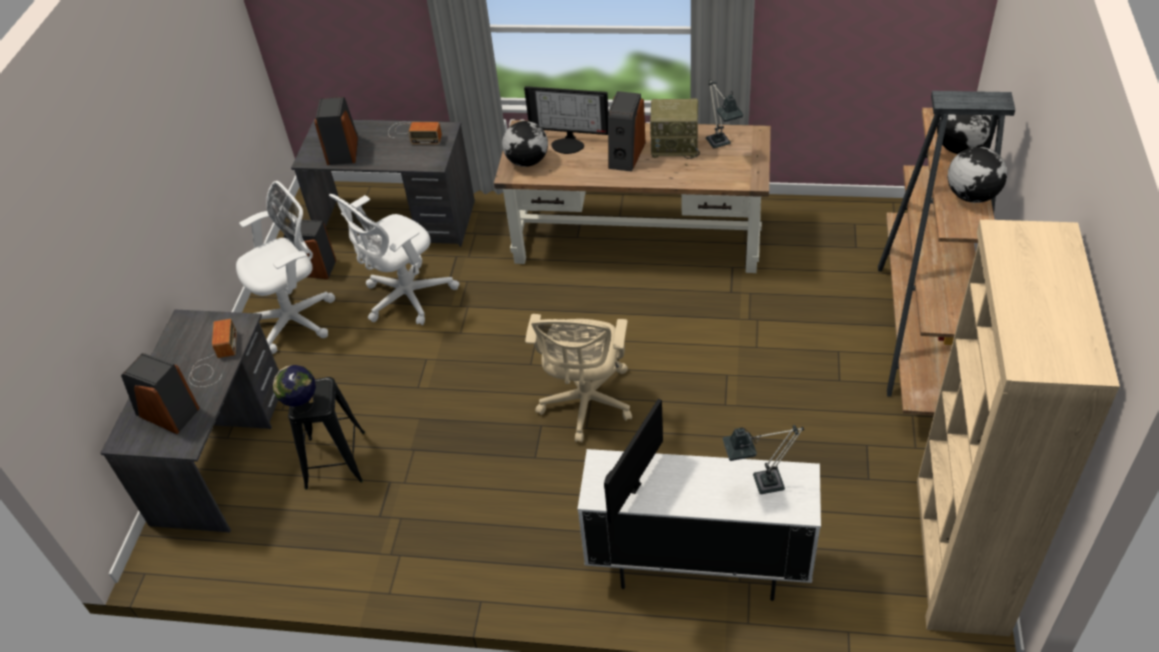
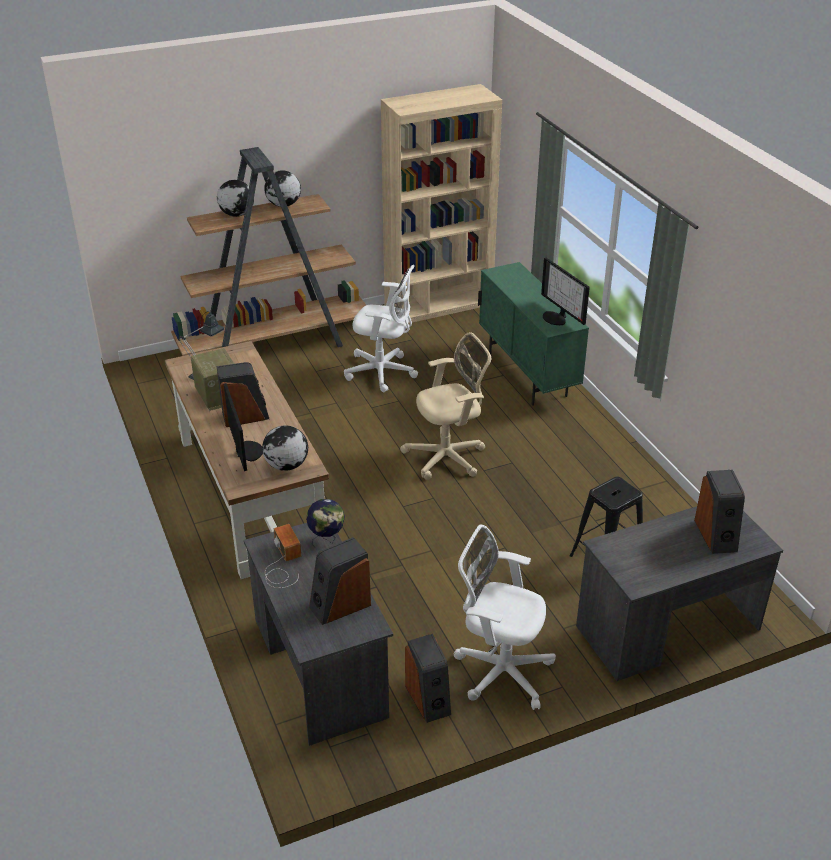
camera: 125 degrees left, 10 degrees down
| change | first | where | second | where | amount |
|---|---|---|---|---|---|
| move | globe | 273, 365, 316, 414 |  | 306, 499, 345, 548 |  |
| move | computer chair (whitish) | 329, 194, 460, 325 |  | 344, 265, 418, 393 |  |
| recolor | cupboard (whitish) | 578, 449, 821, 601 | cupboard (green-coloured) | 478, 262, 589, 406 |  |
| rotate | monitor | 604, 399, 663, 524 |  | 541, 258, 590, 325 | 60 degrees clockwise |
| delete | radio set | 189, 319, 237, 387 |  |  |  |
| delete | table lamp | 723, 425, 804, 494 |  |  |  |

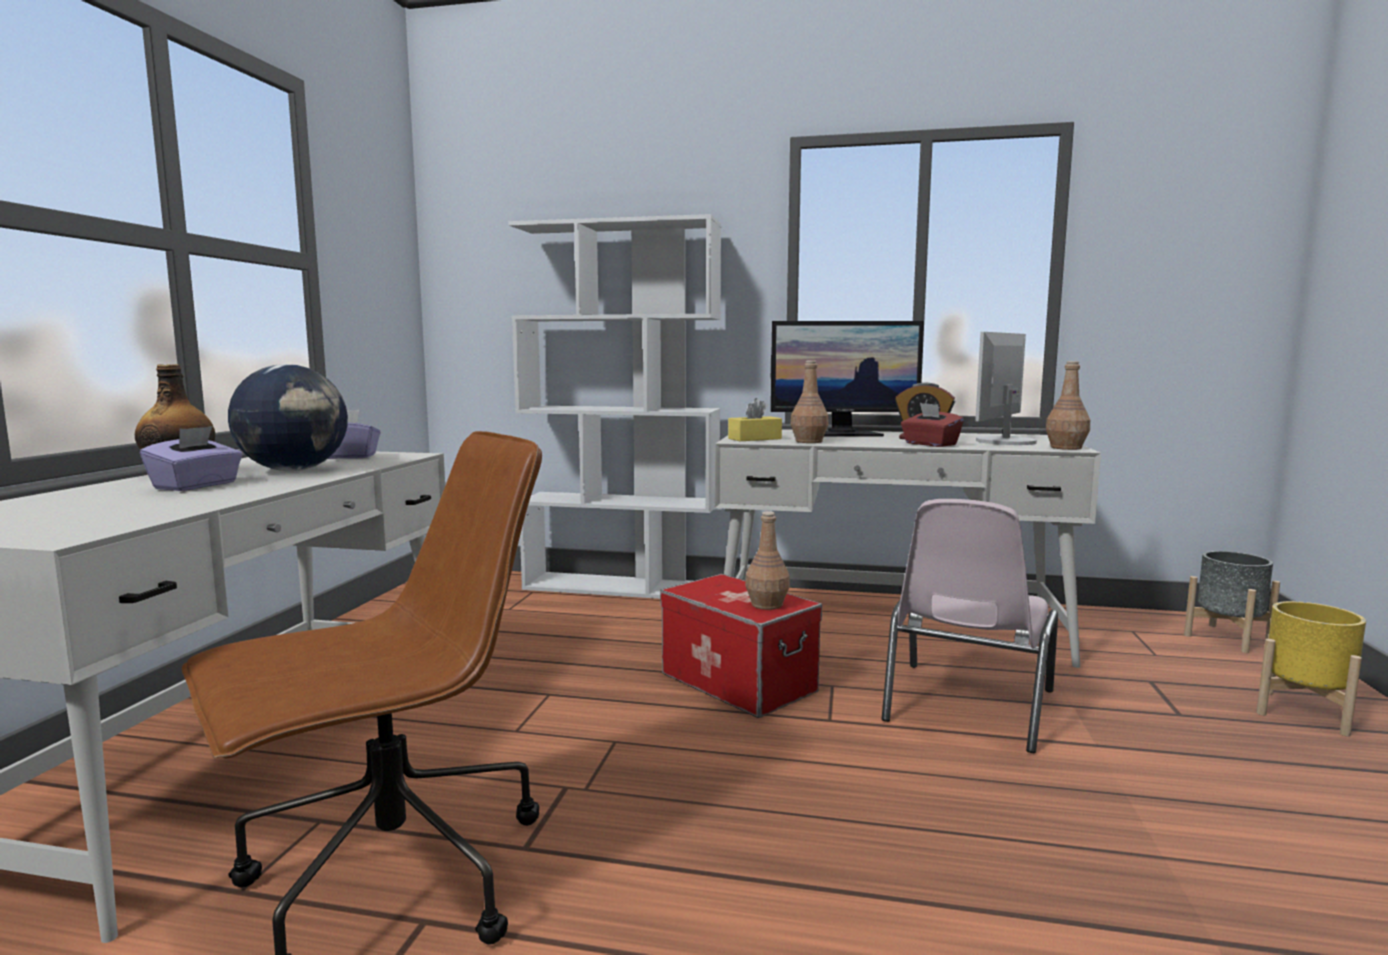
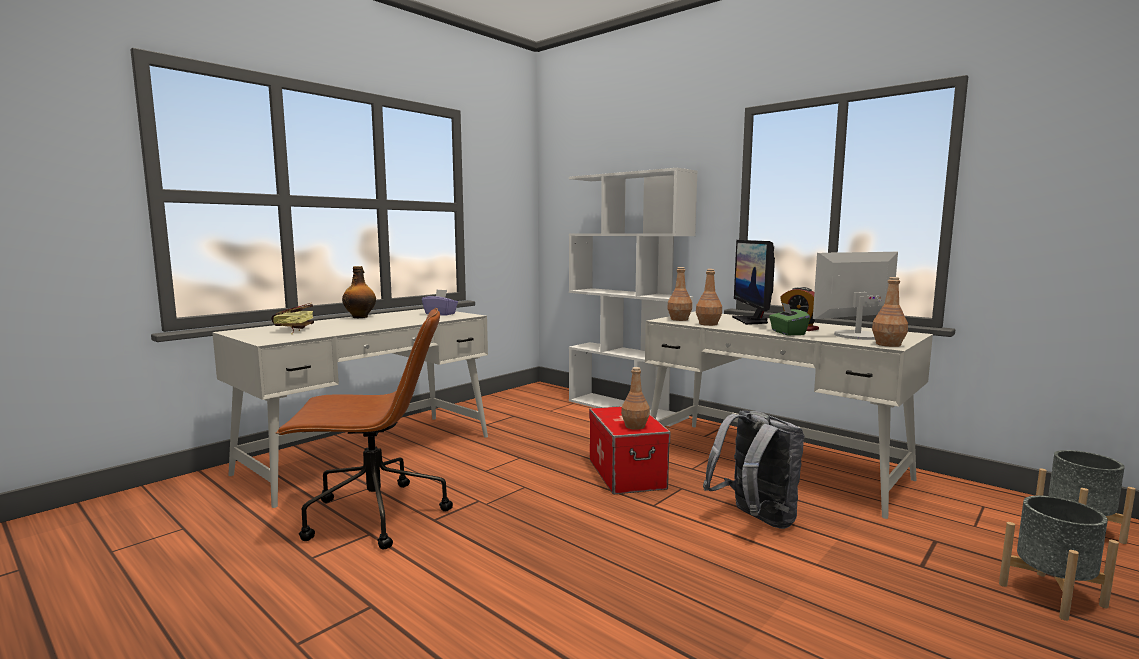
camera: 30 degrees right, 0 degrees up
| change | first | where | second | where | amount |
|---|---|---|---|---|---|
| insert |  |  | volume | 271, 303, 314, 334 |  |
| replace | box of tissues (yellow-coloured) | 728, 398, 782, 441 | drink bottle (brownish) | 667, 267, 692, 321 |  |
| replace | chair (pinkish) | 882, 499, 1058, 753 | rucksack (gray) | 703, 411, 805, 529 |  |
| rotate | monitor | 771, 321, 924, 437 |  | 732, 240, 775, 325 | 60 degrees clockwise |
| recolor | box of tissues (red) | 901, 403, 964, 447 | box of tissues (green-coloured) | 769, 302, 810, 335 |  |
| recolor | flower pot (yellow-coloured) | 1256, 601, 1366, 737 | flower pot (gray) | 999, 496, 1119, 621 |  |
| delete | box of tissues (purple) | 140, 426, 243, 491 |  |  |  |
| delete | globe | 228, 364, 348, 471 |  |  |  |

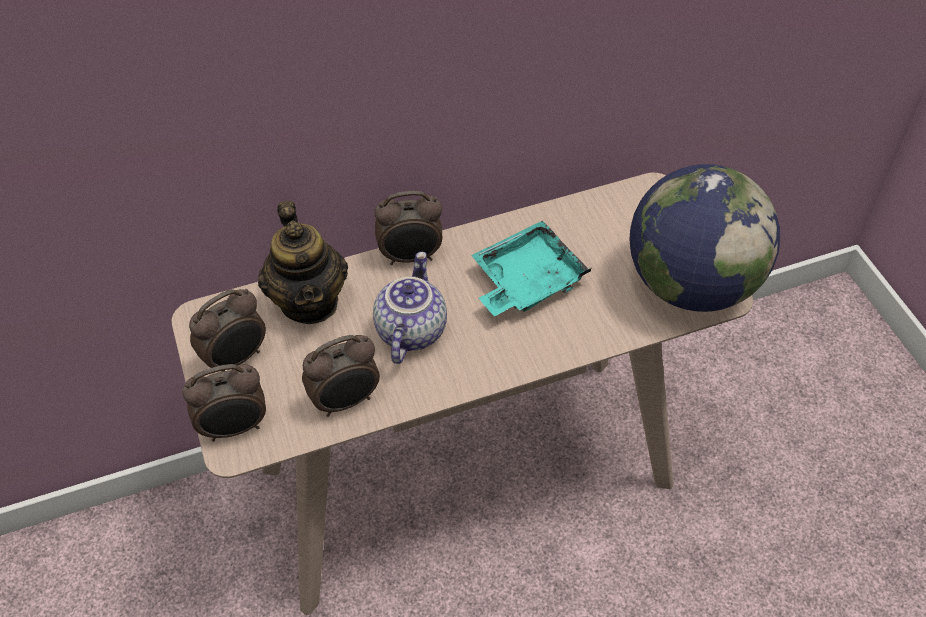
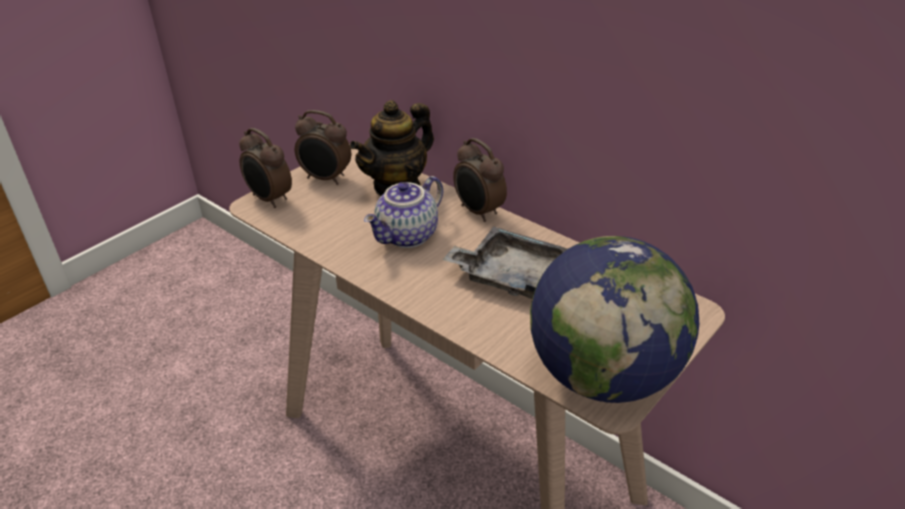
camera: 60 degrees right, 15 degrees down
| change | first | where | second | where | amount |
|---|---|---|---|---|---|
| rotate | teapot | 373, 252, 447, 364 |  | 364, 176, 443, 248 | 150 degrees clockwise |
| recolor | carrying tray (blue-green) | 471, 220, 591, 316 | carrying tray (gray) | 442, 226, 568, 299 |  |
| delete | table clock | 302, 335, 380, 417 |  |  |  |

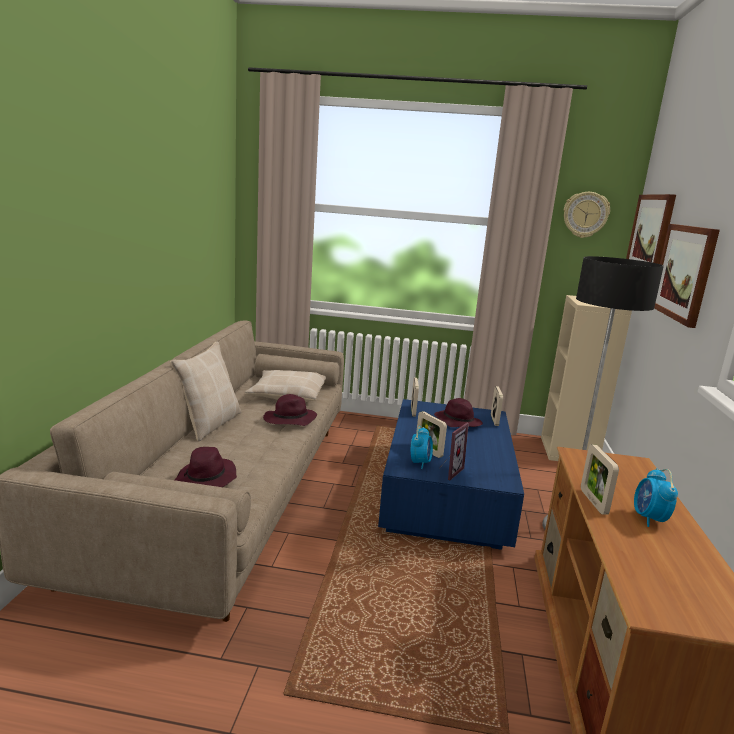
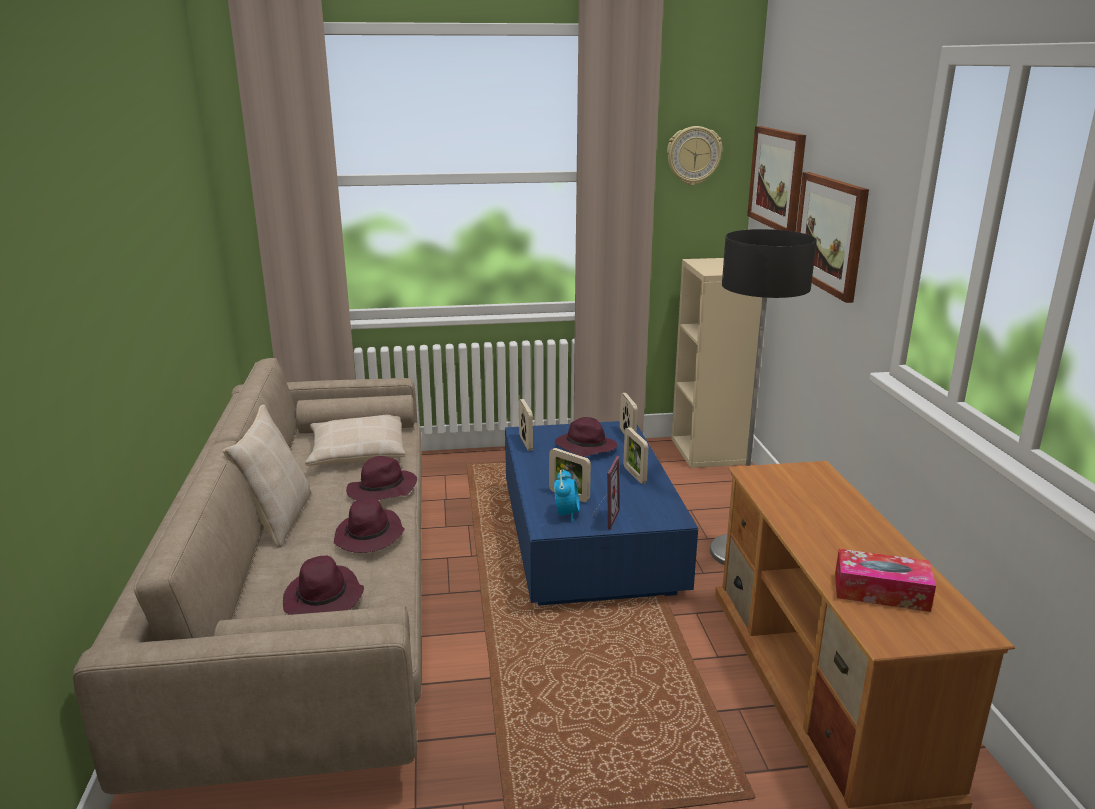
camera: 15 degrees left, 5 degrees up
| change | first | where | second | where | amount |
|---|---|---|---|---|---|
| insert |  |  | clothing hat (purple) | 334, 498, 405, 553 |  |
| move | photo frame | 581, 444, 619, 515 |  | 624, 427, 649, 484 |  |
| insert |  |  | box of tissues | 835, 549, 936, 612 |  |
| delete | table clock | 634, 468, 678, 527 |  |  |  |

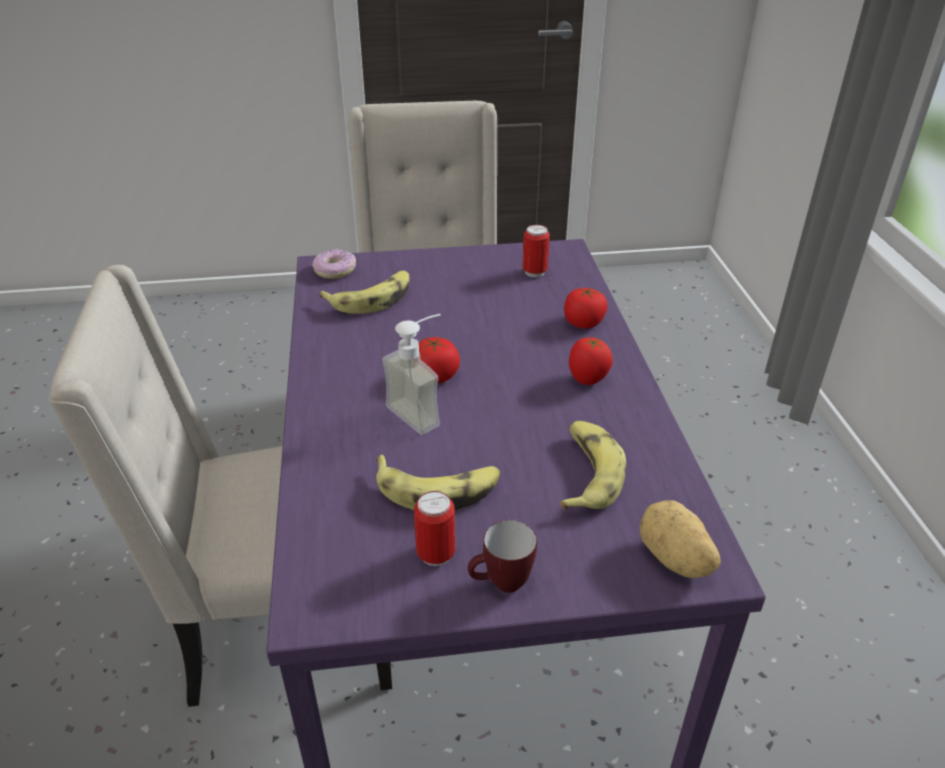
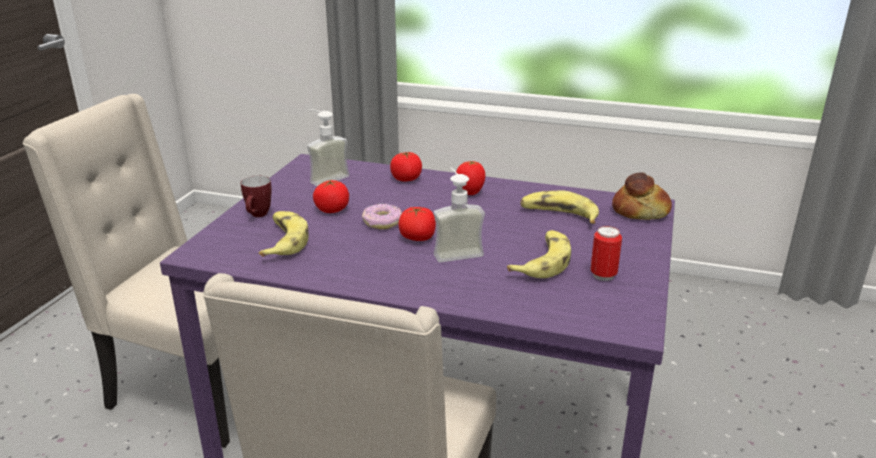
camera: 65 degrees left, 10 degrees down
| change | first | where | second | where | amount |
|---|---|---|---|---|---|
| move | coffee mug | 468, 520, 537, 593 |  | 241, 176, 272, 217 |  |
| replace | sealed can | 522, 225, 550, 277 | liquid soap bottle | 307, 109, 349, 186 |  |
| insert |  |  | tomato | 313, 179, 349, 213 |  |
| move | ring doughnut | 312, 249, 356, 279 |  | 362, 203, 402, 229 |  |
| replace | potato | 640, 500, 721, 578 | bakery bread | 612, 172, 672, 220 |  |

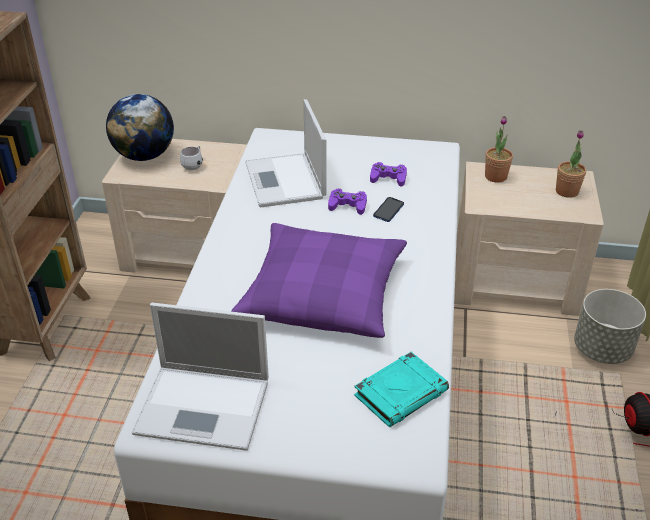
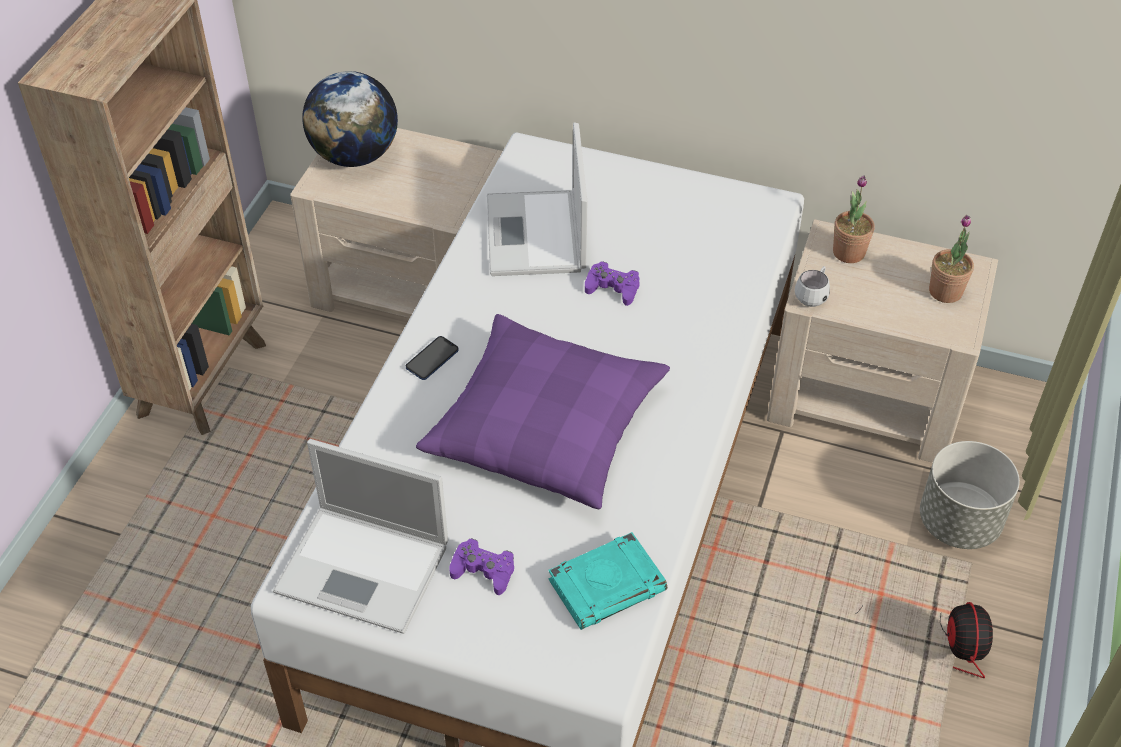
camera: 10 degrees right, 10 degrees up
| change | first | where | second | where | amount |
|---|---|---|---|---|---|
| move | handset | 373, 197, 404, 222 |  | 406, 336, 459, 380 |  |
| move | game controller (purple) | 370, 162, 407, 187 |  | 449, 538, 514, 595 |  |
| move | coffee mug (whitish) | 180, 146, 203, 170 |  | 795, 266, 830, 307 |  |

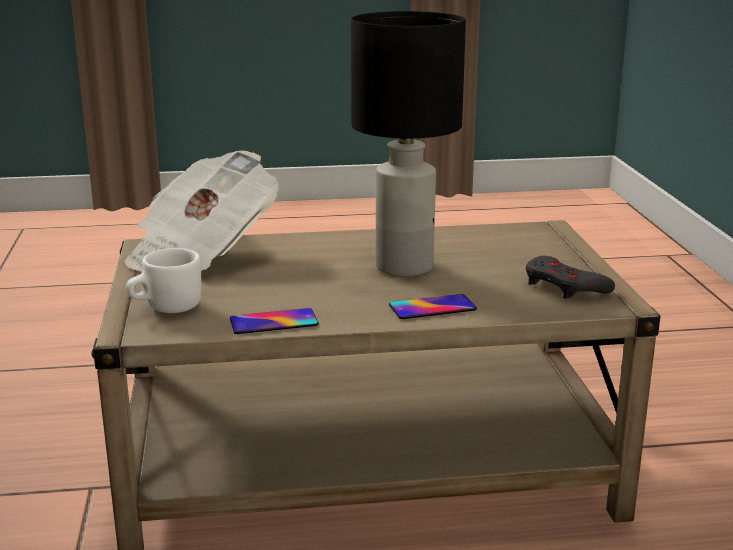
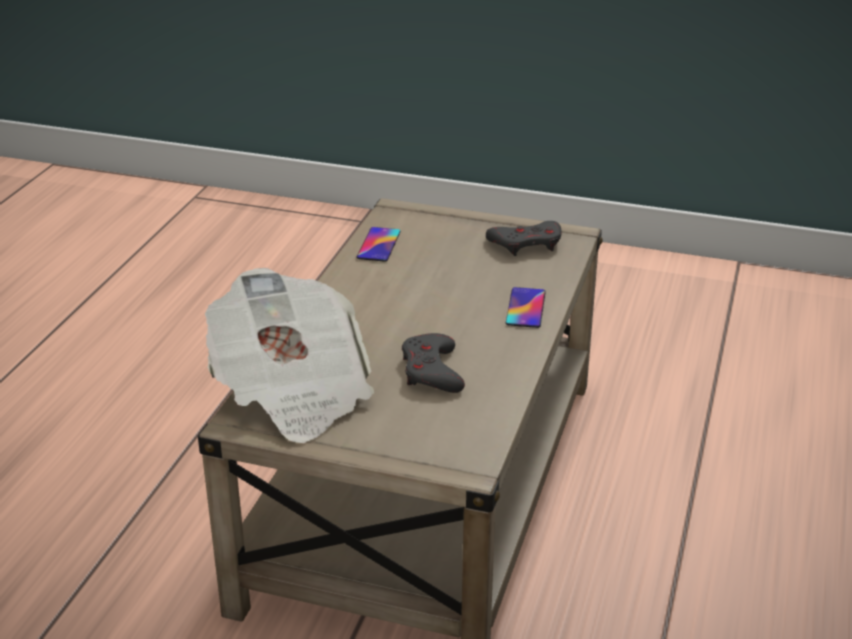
camera: 65 degrees left, 10 degrees up
| change | first | where | second | where | amount |
|---|---|---|---|---|---|
| move | handset | 230, 308, 319, 334 |  | 356, 227, 401, 262 |  |
| insert |  |  | game controller (gray) | 402, 333, 465, 393 |  |
| delete | coffee mug (whitish) | 126, 248, 201, 313 |  |  |  |
| delete | table lamp (black-coloured) | 351, 11, 466, 276 |  |  |  |

